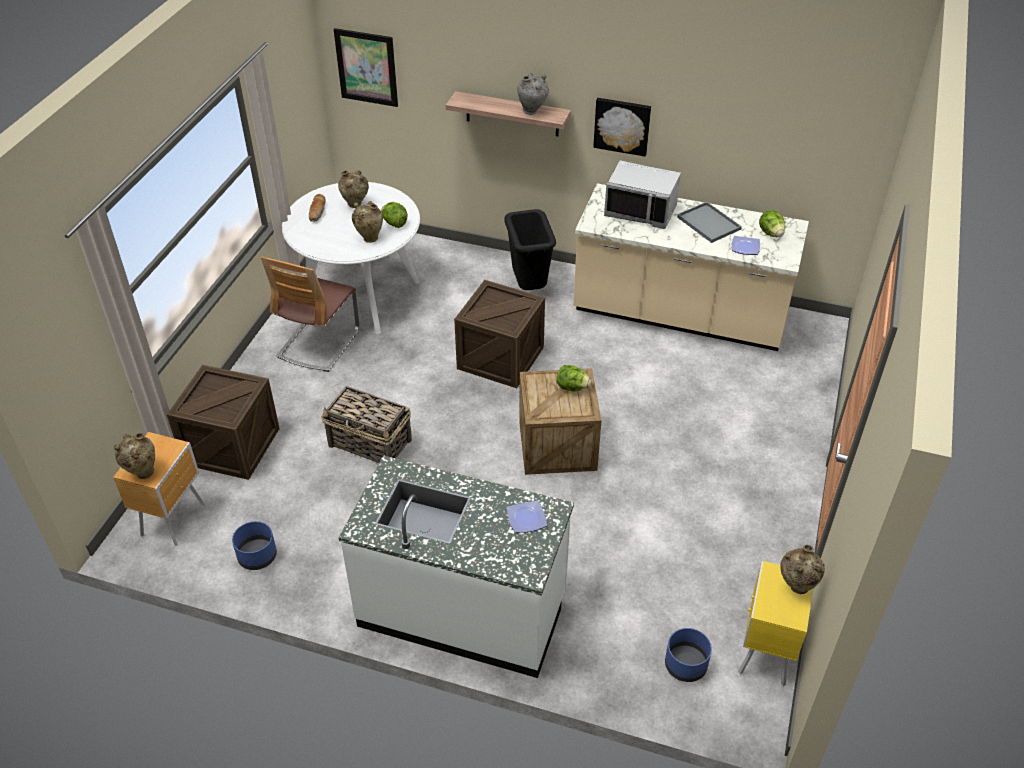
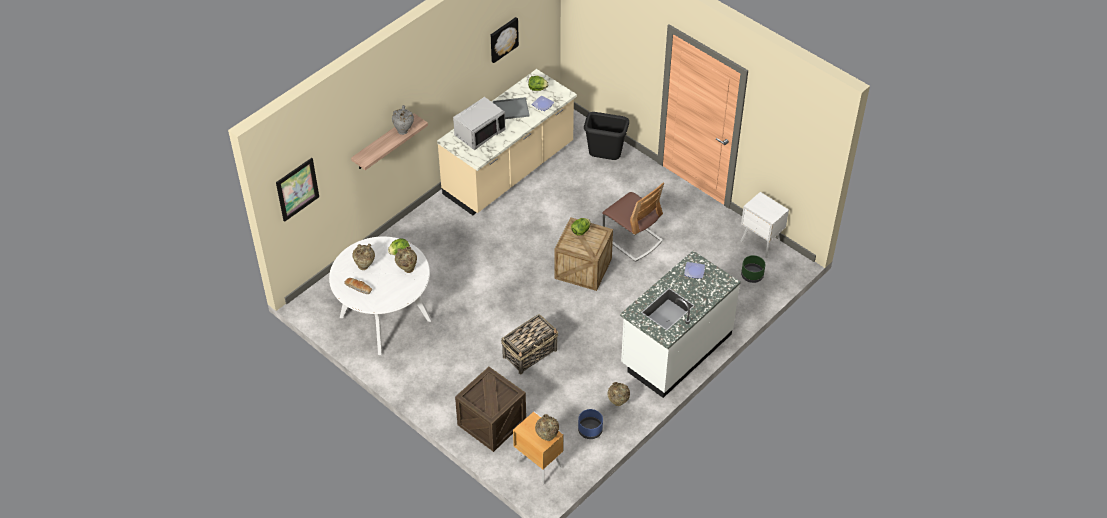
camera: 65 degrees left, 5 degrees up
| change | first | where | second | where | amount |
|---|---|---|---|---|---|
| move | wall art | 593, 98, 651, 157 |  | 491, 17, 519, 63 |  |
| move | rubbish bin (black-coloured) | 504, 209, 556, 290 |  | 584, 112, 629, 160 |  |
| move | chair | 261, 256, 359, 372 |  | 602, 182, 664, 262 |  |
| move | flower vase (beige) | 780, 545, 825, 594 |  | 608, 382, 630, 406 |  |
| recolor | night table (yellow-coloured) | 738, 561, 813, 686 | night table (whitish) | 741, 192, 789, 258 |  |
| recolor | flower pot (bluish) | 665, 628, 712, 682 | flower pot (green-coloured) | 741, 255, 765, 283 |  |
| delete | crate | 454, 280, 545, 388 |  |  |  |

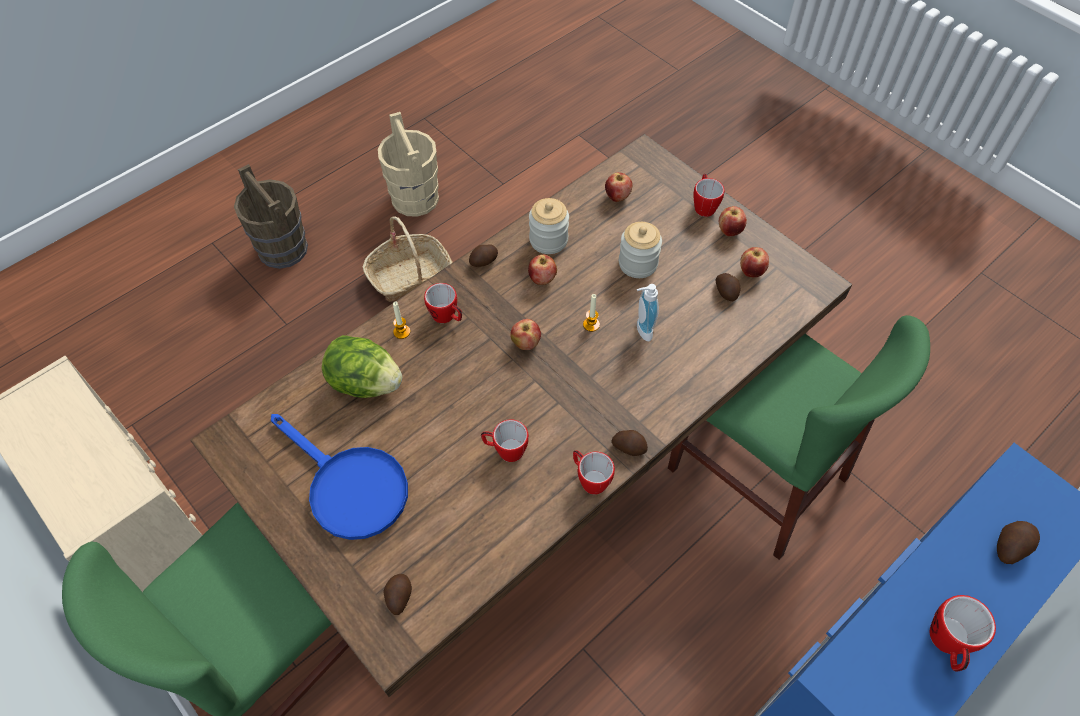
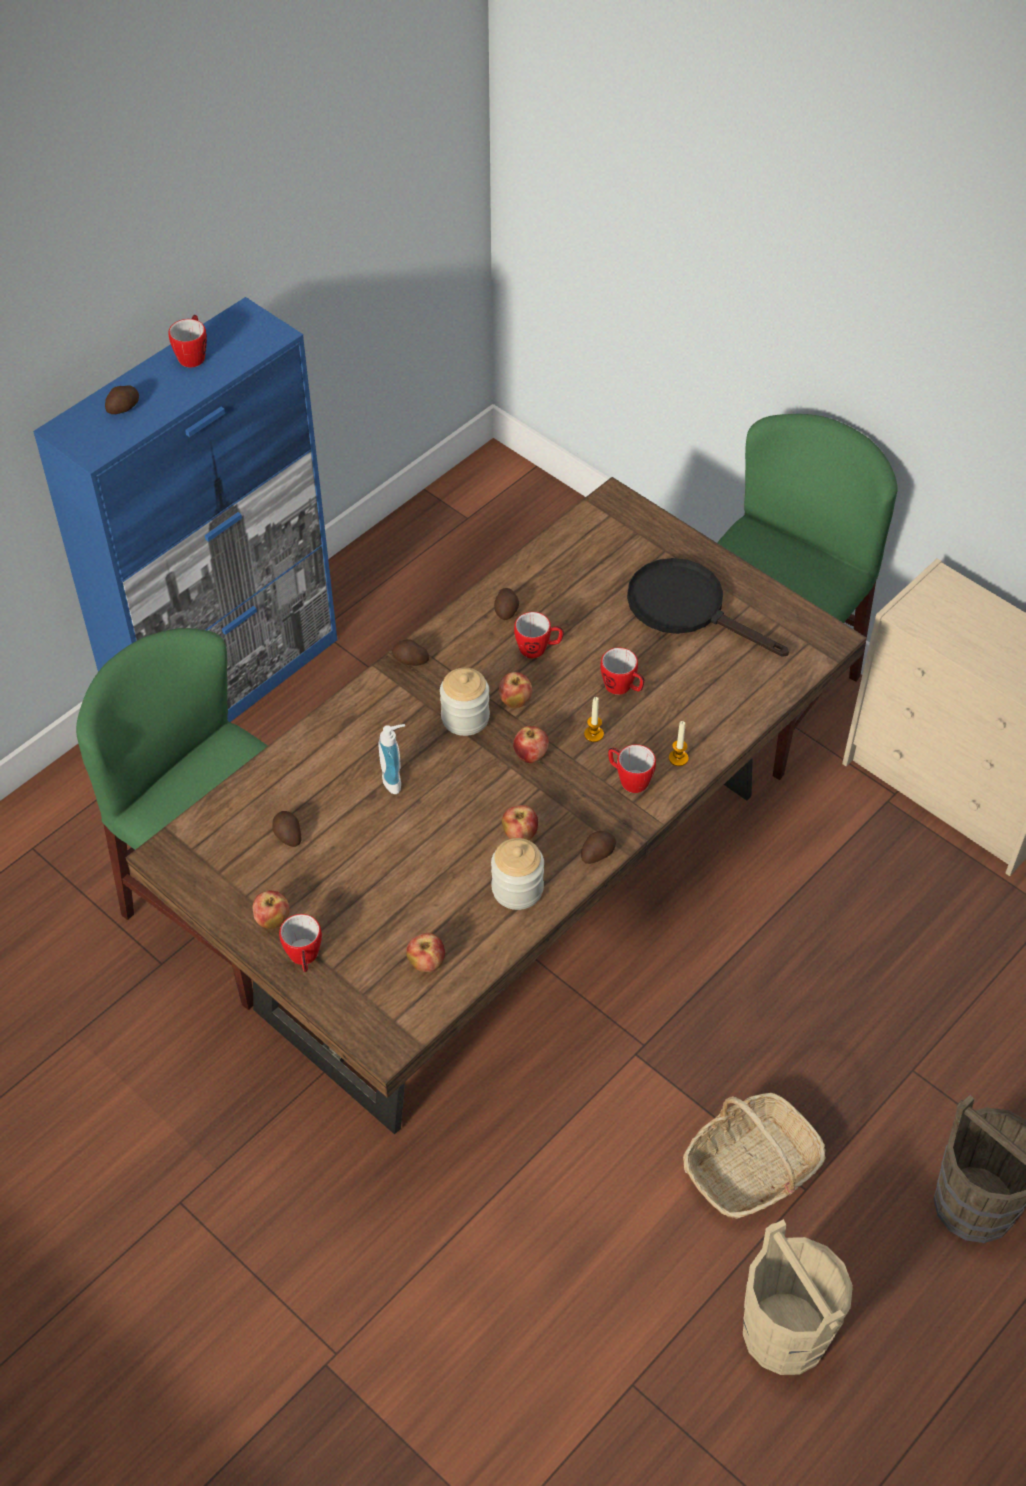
camera: 175 degrees right, 5 degrees down
| change | first | where | second | where | amount |
|---|---|---|---|---|---|
| move | storage jar | 619, 222, 662, 278 |  | 440, 668, 490, 736 |  |
| move | potato | 383, 574, 412, 615 |  | 494, 588, 519, 620 |  |
| move | apple fruit | 740, 247, 769, 277 |  | 499, 672, 532, 708 |  |
| move | wax candle | 583, 294, 600, 332 |  | 584, 697, 604, 742 |  |
| move | coffee mug | 573, 450, 615, 495 |  | 601, 647, 645, 695 |  |
| recolor | skillet (bluish) | 271, 414, 408, 540 | skillet (black-coloured) | 627, 558, 789, 657 |  |
| delete | head of lettuce | 322, 335, 402, 398 |  |  |  |

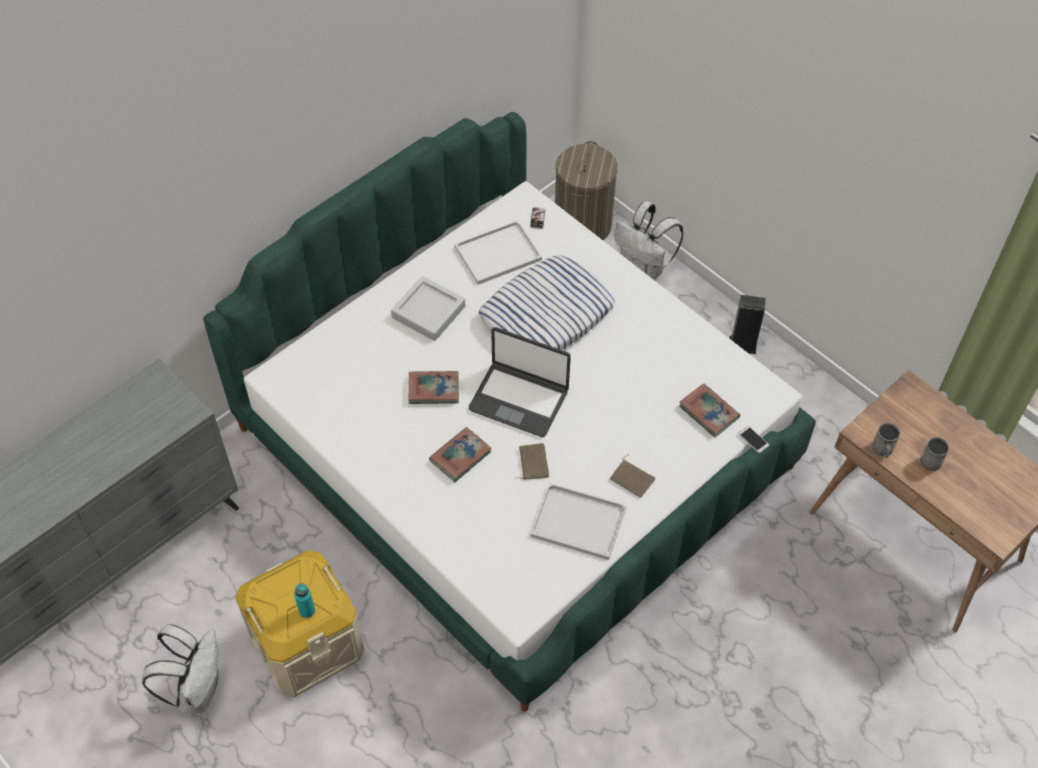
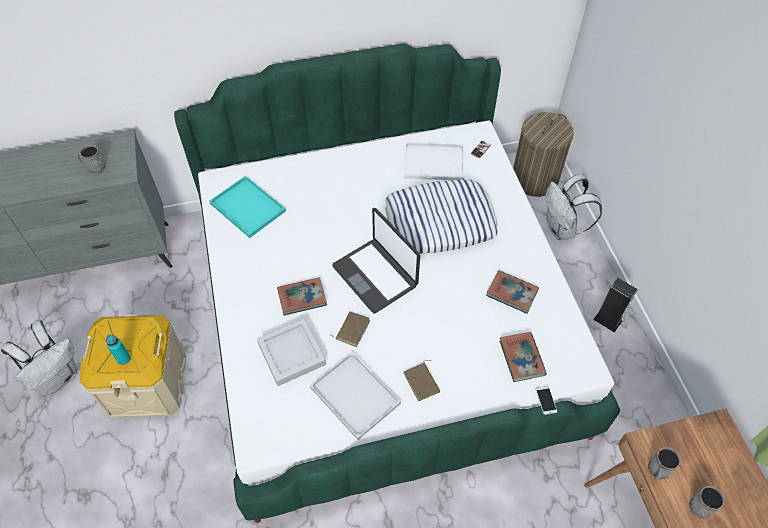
camera: 30 degrees right, 0 degrees up
| change | first | where | second | where | amount |
|---|---|---|---|---|---|
| insert |  |  | coffee mug (gray) | 77, 145, 106, 173 |  |
| insert |  |  | carrying tray (blue-green) | 209, 176, 286, 238 |  |
| move | carrying tray (gray) | 391, 276, 465, 341 |  | 257, 319, 326, 386 |  |
| move | volume | 408, 371, 459, 404 |  | 486, 270, 539, 314 |  |

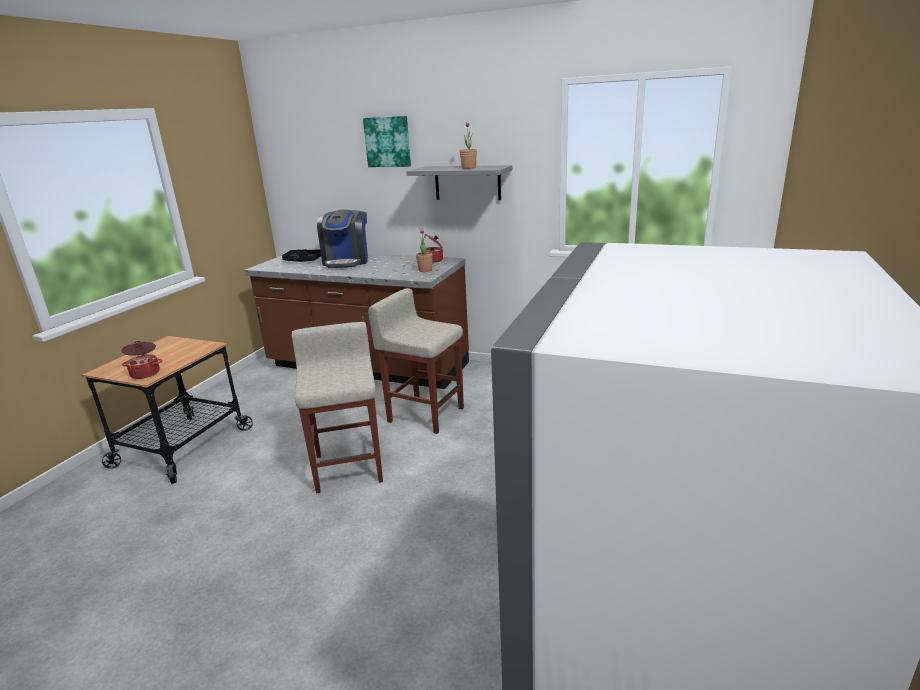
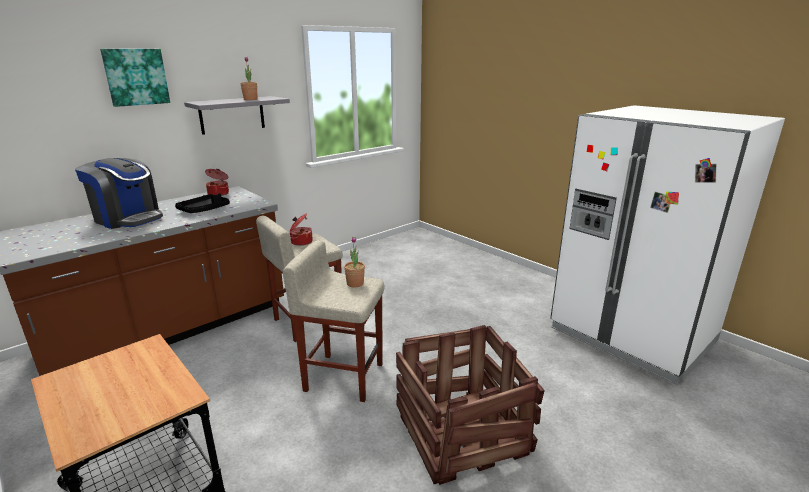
camera: 65 degrees left, 0 degrees up
| change | first | where | second | where | amount |
|---|---|---|---|---|---|
| move | carrying tray (black-coloured) | 282, 249, 321, 262 |  | 175, 193, 230, 213 |  |
| move | cooking pot | 122, 341, 163, 379 |  | 289, 213, 313, 246 |  |
| move | plant in a pot | 416, 229, 433, 272 |  | 344, 236, 365, 288 |  |
| insert |  |  | crate | 396, 325, 545, 485 |  |

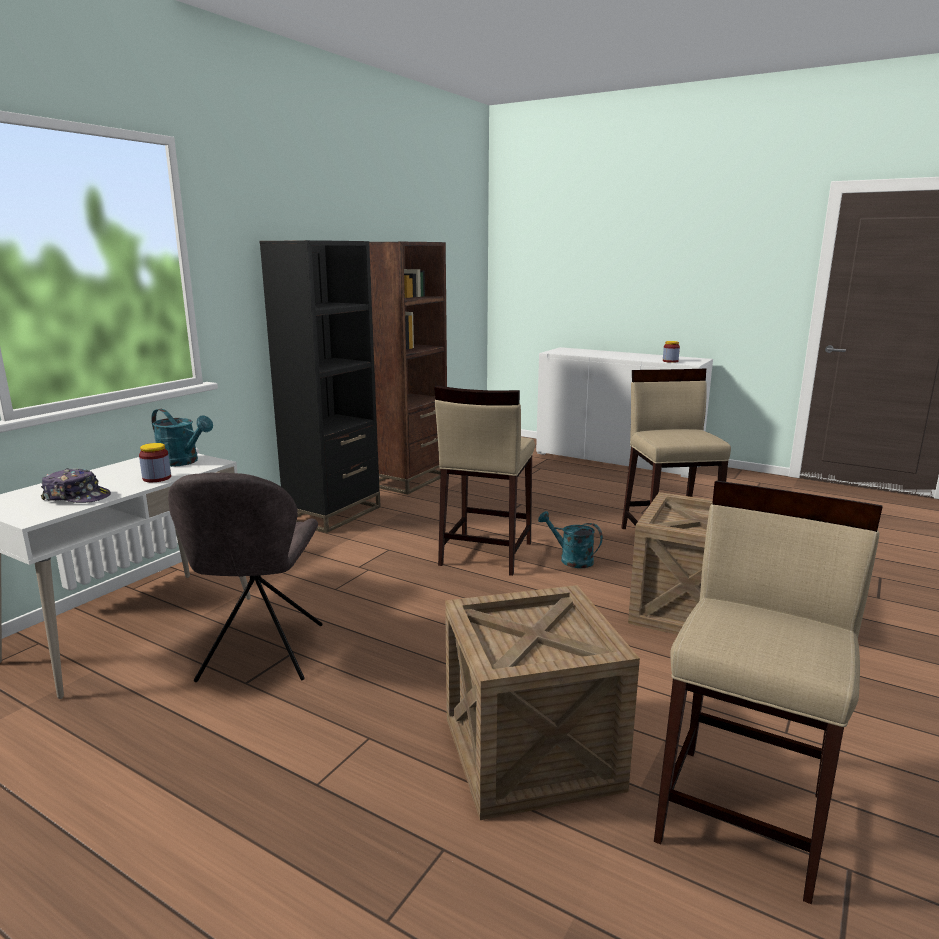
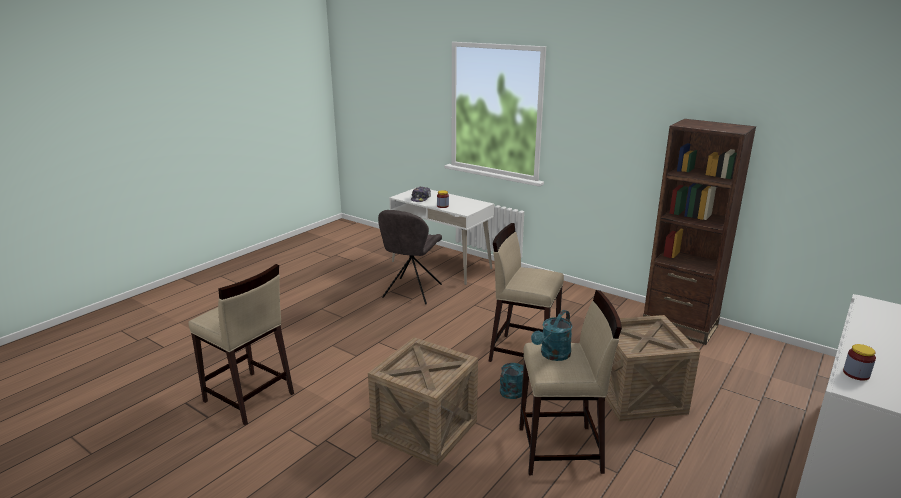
camera: 95 degrees right, 5 degrees up
| change | first | where | second | where | amount |
|---|---|---|---|---|---|
| rotate | chair (gray) | 168, 472, 323, 682 |  | 378, 210, 442, 304 | 75 degrees counterclockwise |
| move | watering can (blue-green) | 151, 409, 213, 467 |  | 531, 310, 573, 361 |  |
| move | crate | 445, 585, 640, 820 |  | 605, 315, 700, 422 |  |
| delete | bookshelf (black-coloured) | 259, 240, 381, 533 |  |  |  |

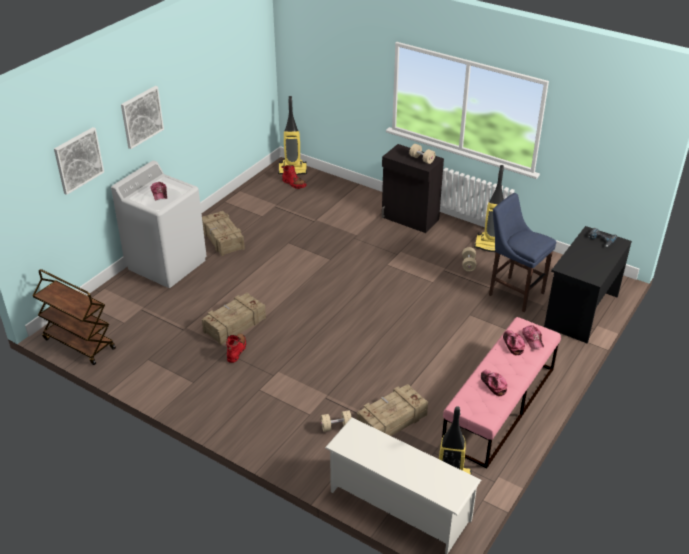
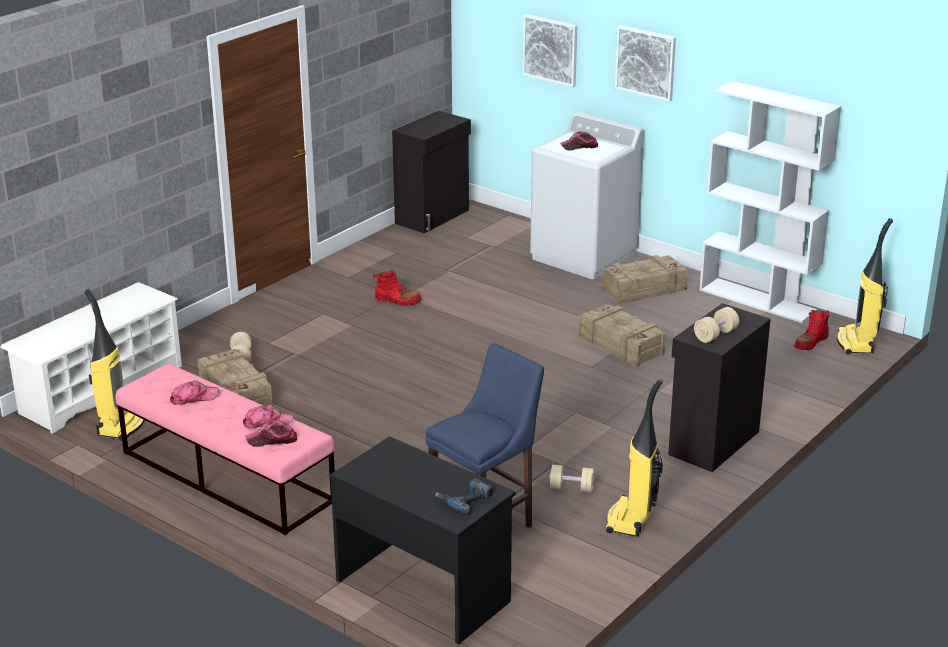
camera: 95 degrees right, 10 degrees down
| change | first | where | second | where | amount |
|---|---|---|---|---|---|
| replace | cart (brownish) | 33, 269, 116, 365 | cupboard (black-coloured) | 392, 111, 471, 233 |  |
| move | crate | 202, 293, 266, 346 |  | 579, 304, 666, 367 |  |
| insert |  |  | bookshelf (whitish) | 699, 81, 841, 323 |  |

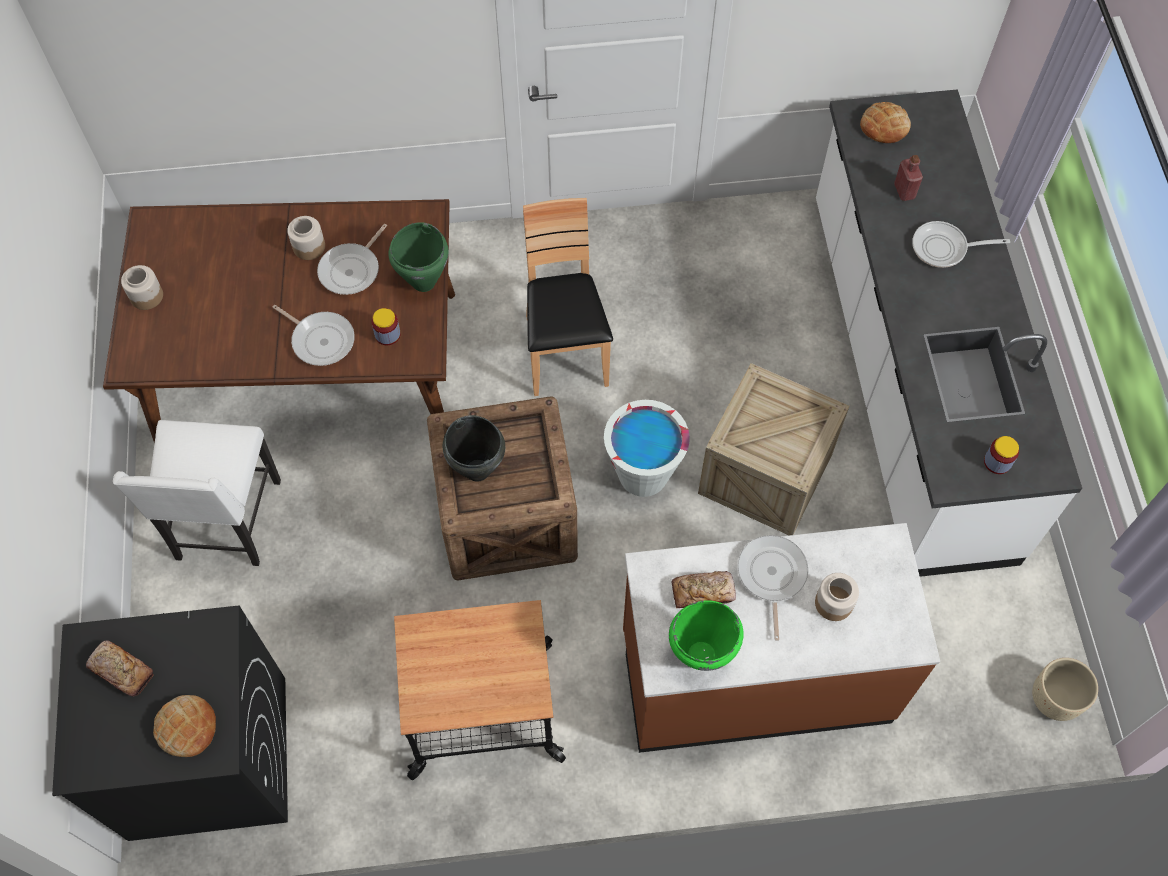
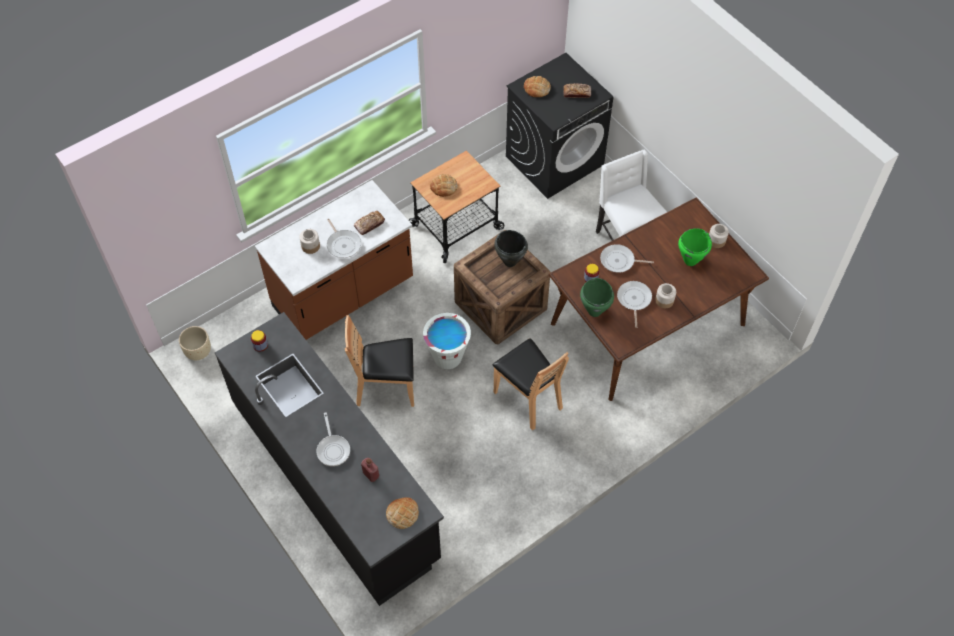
camera: 150 degrees right, 5 degrees down
| change | first | where | second | where | amount |
|---|---|---|---|---|---|
| recolor | counter (whitish) | 816, 89, 1082, 577 | counter (black-coloured) | 215, 312, 444, 606 |  |
| rotate | skillet | 912, 221, 1010, 268 |  | 316, 412, 350, 466 | 105 degrees clockwise |
| replace | crate | 698, 363, 849, 535 | chair (brownish) | 345, 315, 414, 407 |  |
| insert |  |  | bakery bread | 430, 174, 458, 197 |  |
| move | cooking pot (green-coloured) | 669, 600, 743, 671 |  | 678, 228, 712, 266 |  |

